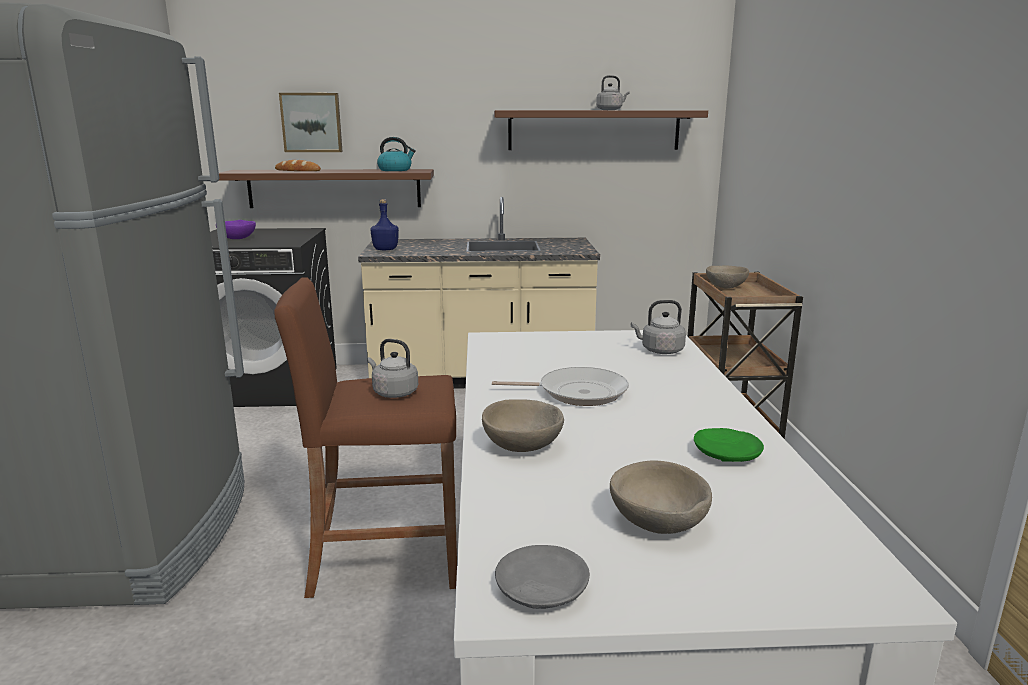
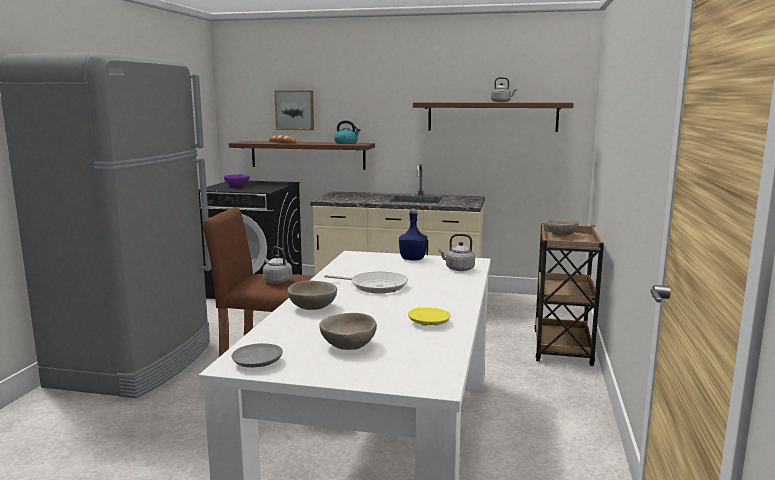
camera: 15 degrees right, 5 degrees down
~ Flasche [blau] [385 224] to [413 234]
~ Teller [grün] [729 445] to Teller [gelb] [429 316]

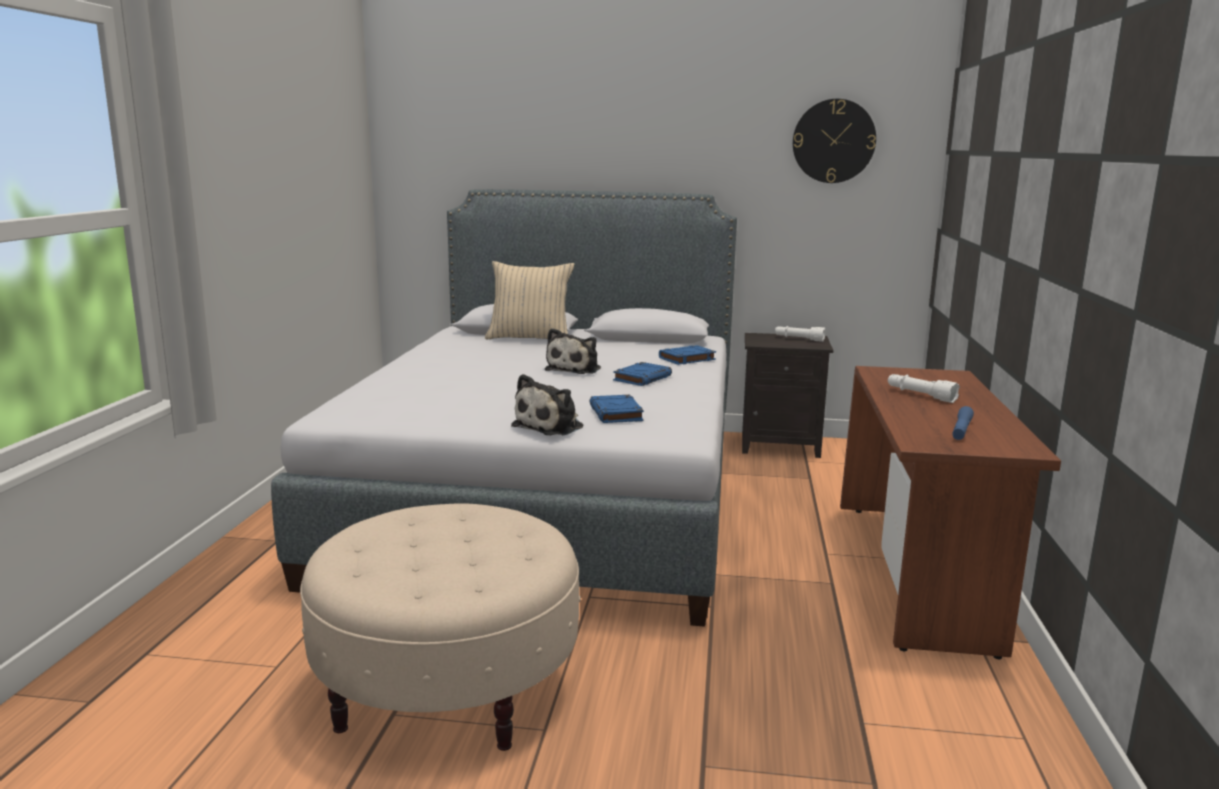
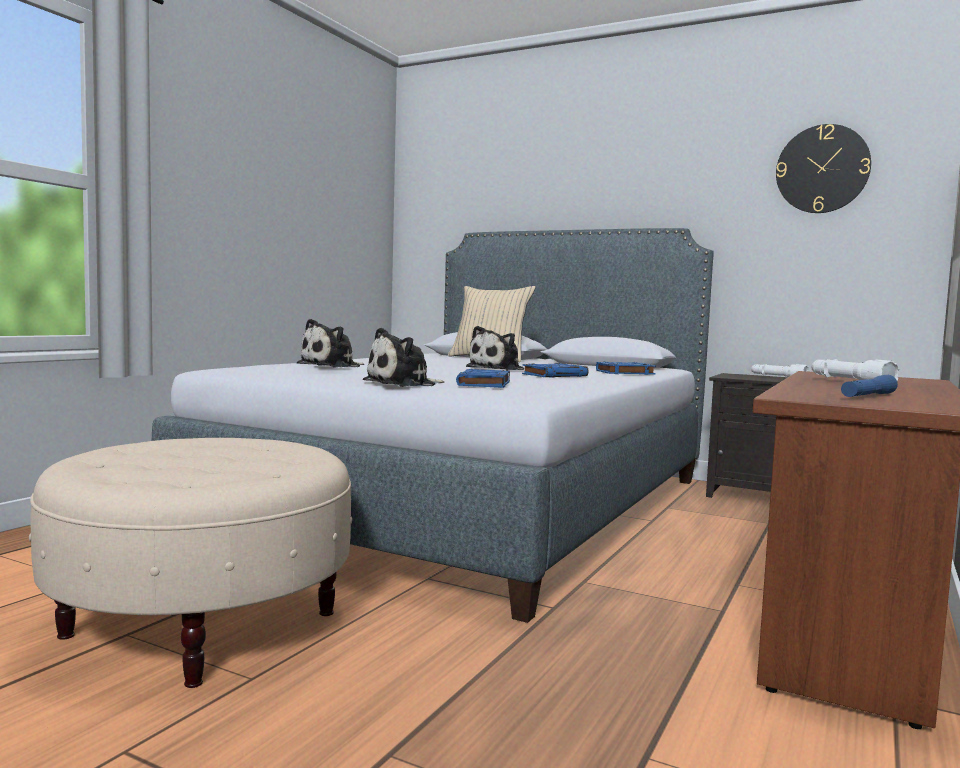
camera: 20 degrees right, 10 degrees down
+ Plüschtier [330 343]

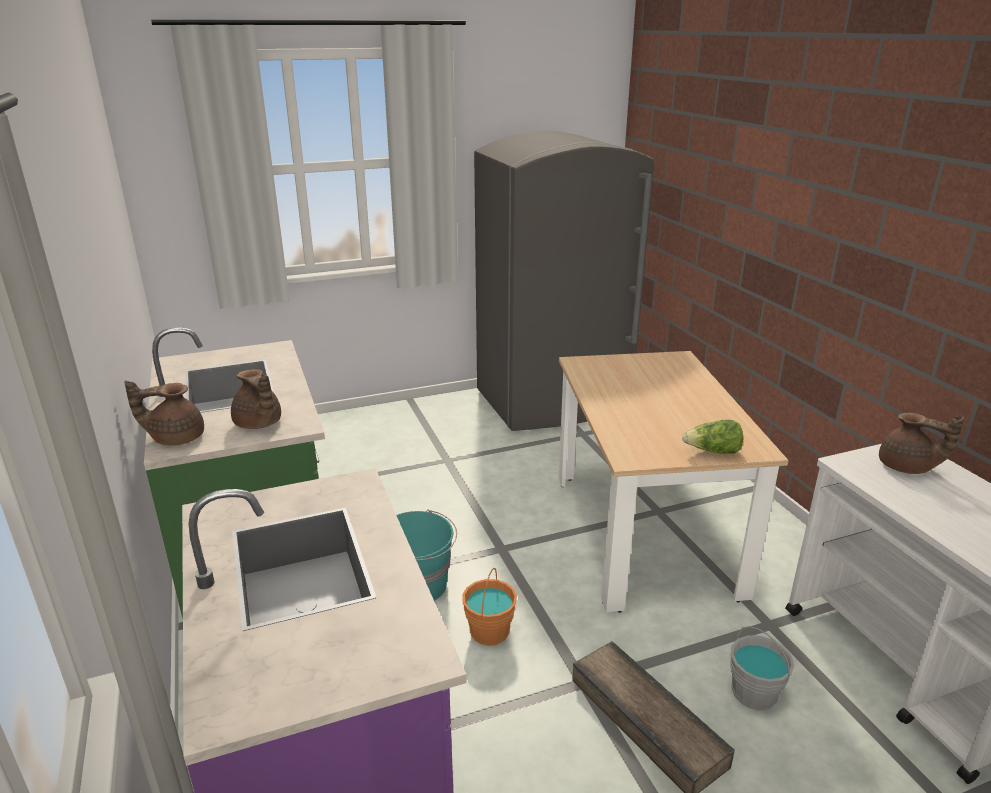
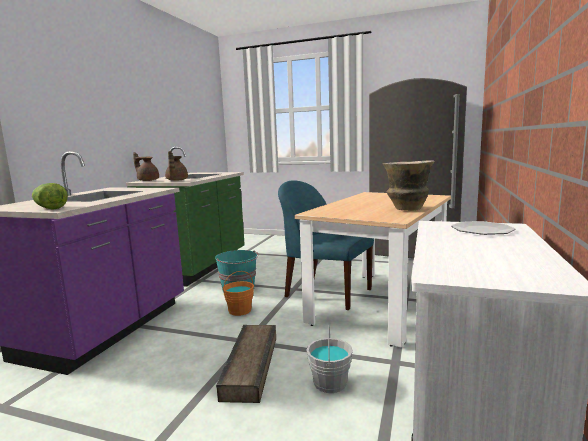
camera: 40 degrees right, 15 degrees down
~ Salatkopf [712 437] to [50 196]
~ Teekanne [braun] [921 443] to Teller [483 228]
+ Stuhl [blau] [326 245]
+ Vase [409 185]

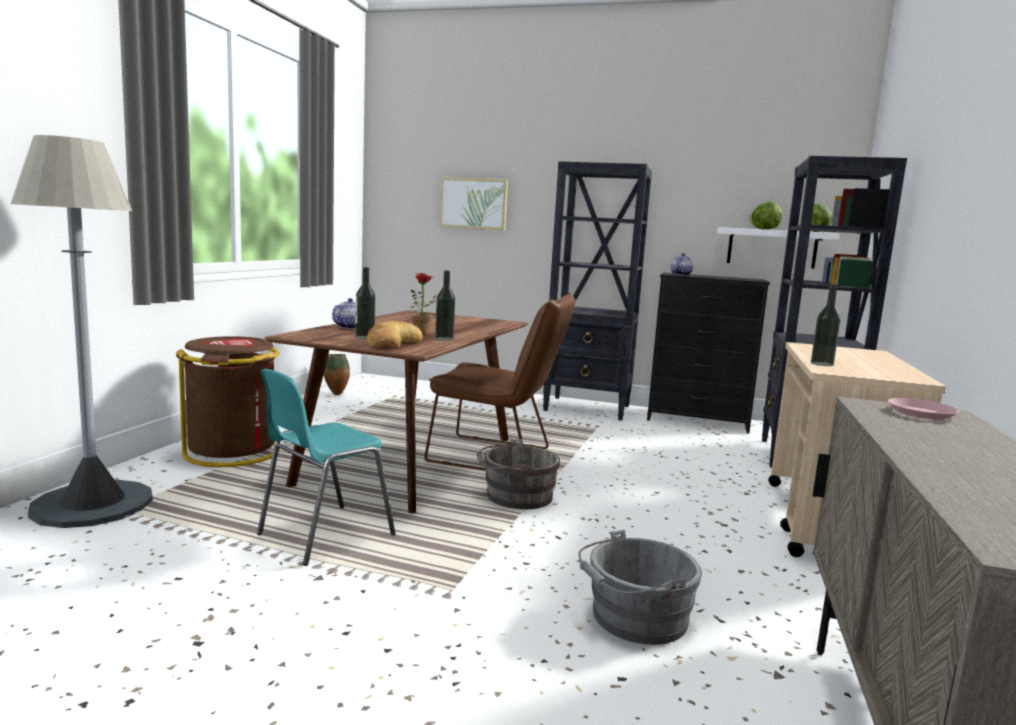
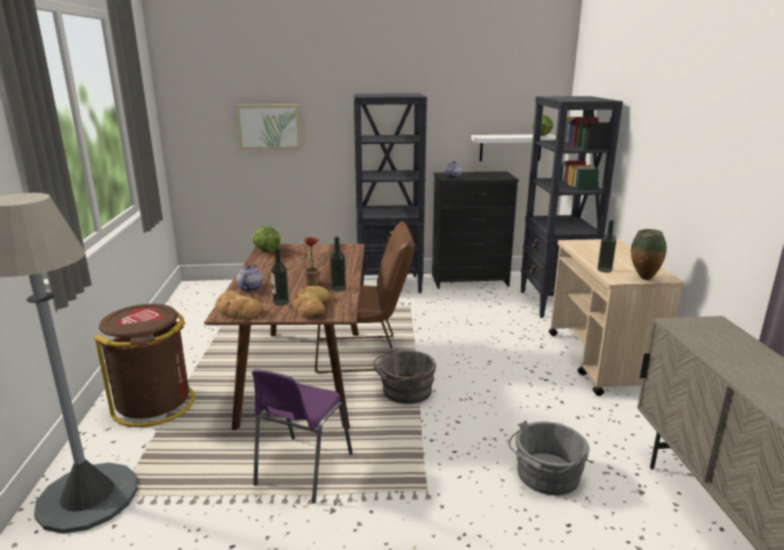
camera: 20 degrees left, 10 degrees up
~ Stuhl [türkis] [326 467] to Stuhl [lila] [302 436]
~ Vase [337 374] to [649 254]
~ Salatkopf [766 216] to [266 239]
- Teller [rosa] [923 409]
+ Brot [239 304]

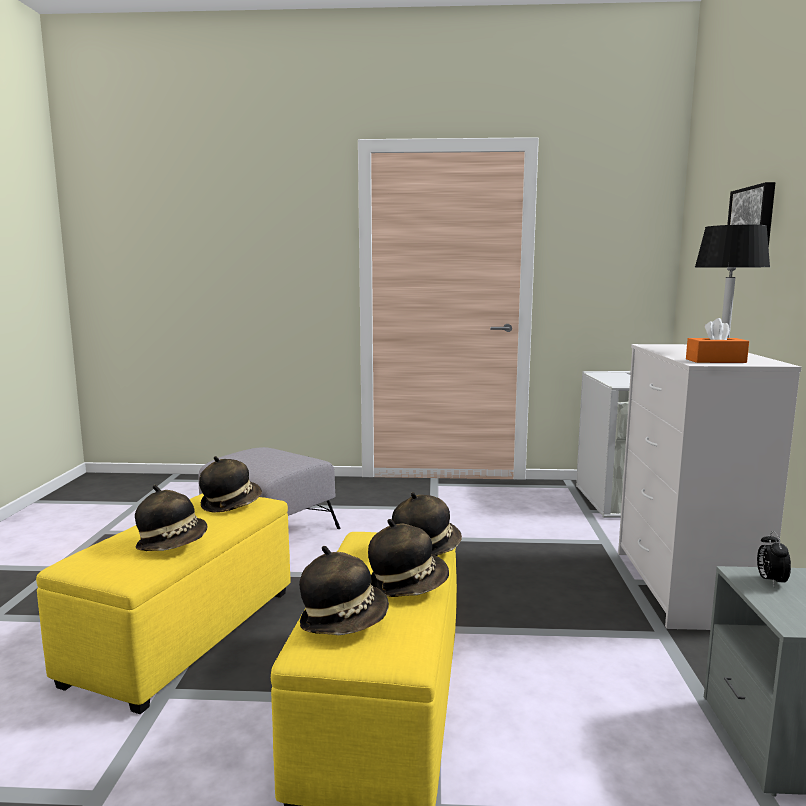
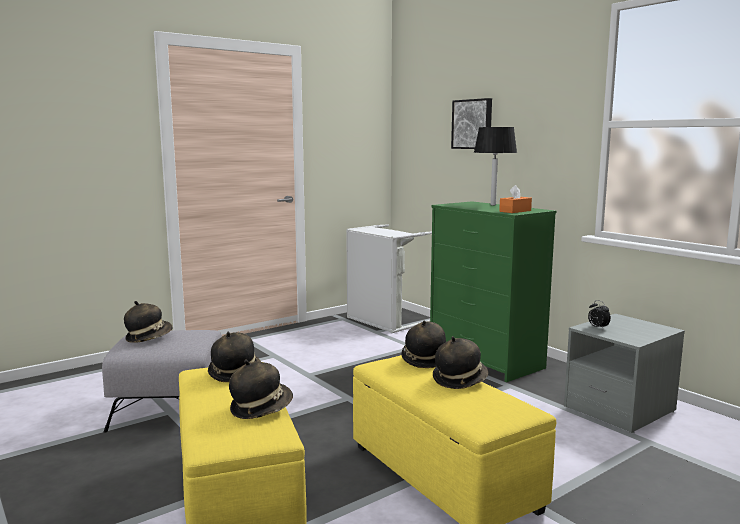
camera: 40 degrees left, 0 degrees up
~ Hut [344 590] to [148 322]
~ Kommode [weiß] [710 487] to Kommode [grün] [493 291]

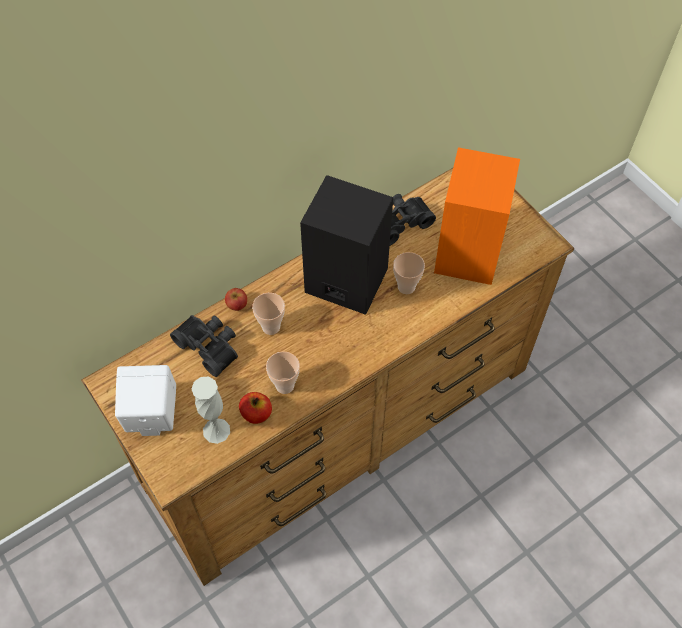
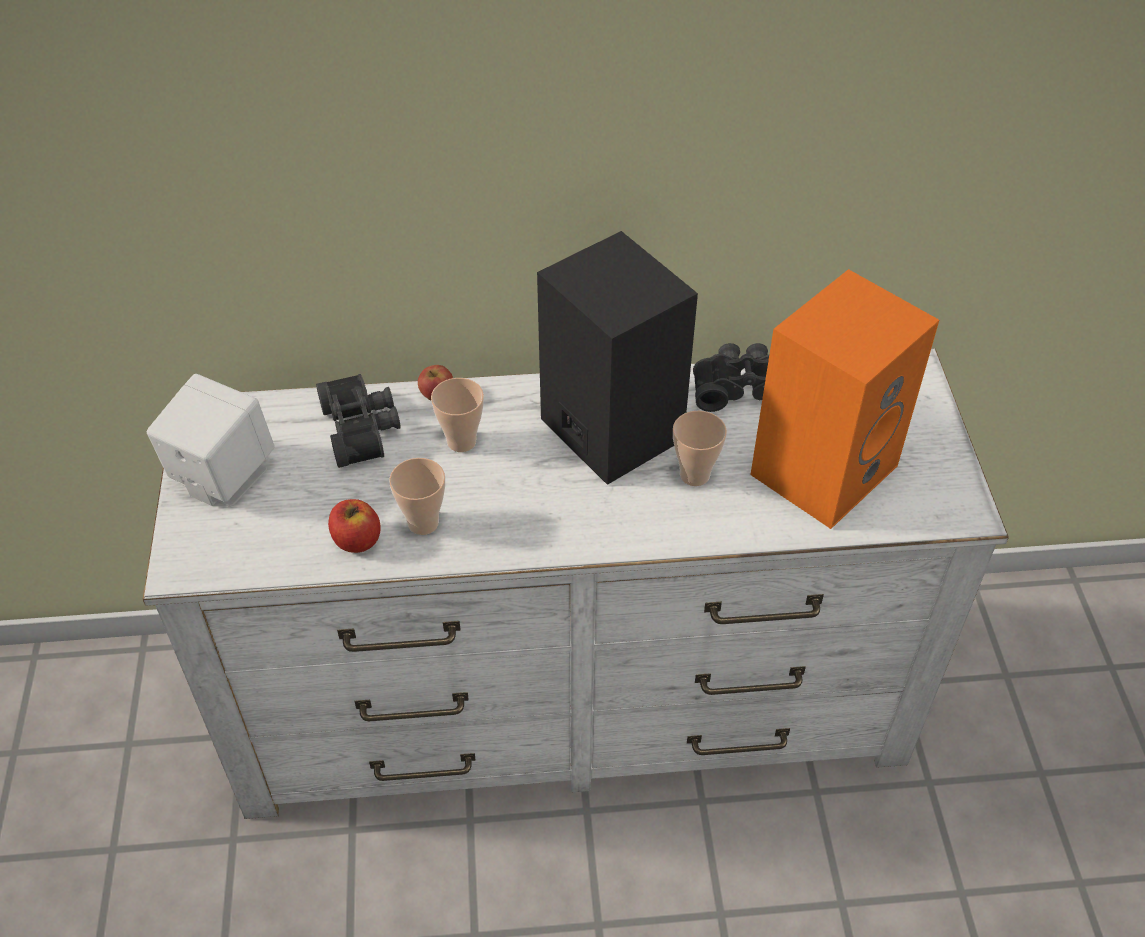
camera: 30 degrees right, 10 degrees down
~ Kommode [braun] [327 377] to Kommode [weiß] [576 583]
- Vase [weiß] [210 410]

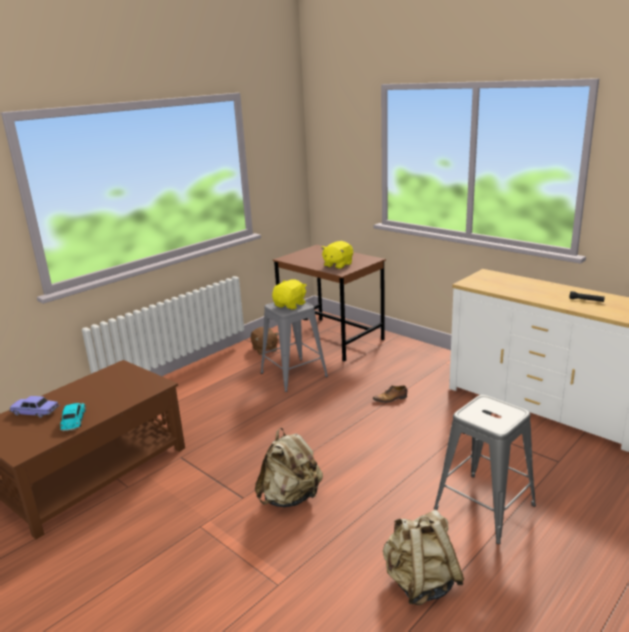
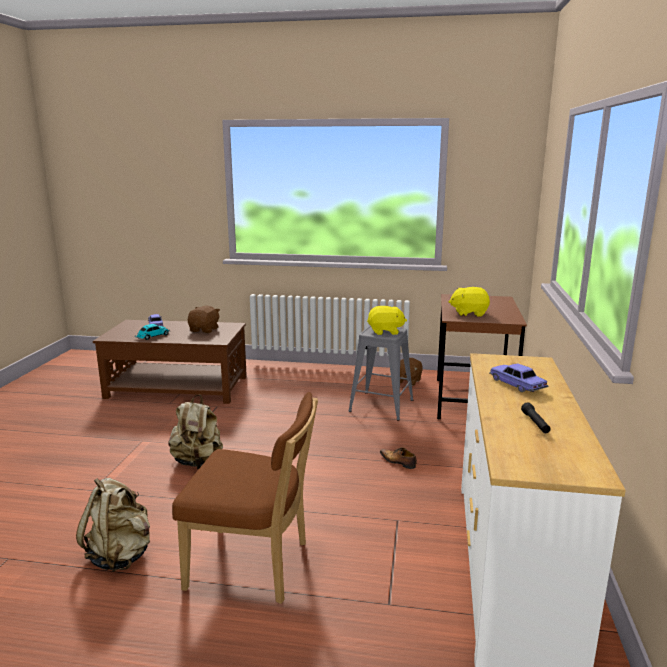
camera: 55 degrees right, 5 degrees down
~ Hocker [grau] [485 469] to Stuhl [braun] [245 498]
+ Plüschtier [braun] [204 319]
+ Spielzeugauto [519 378]

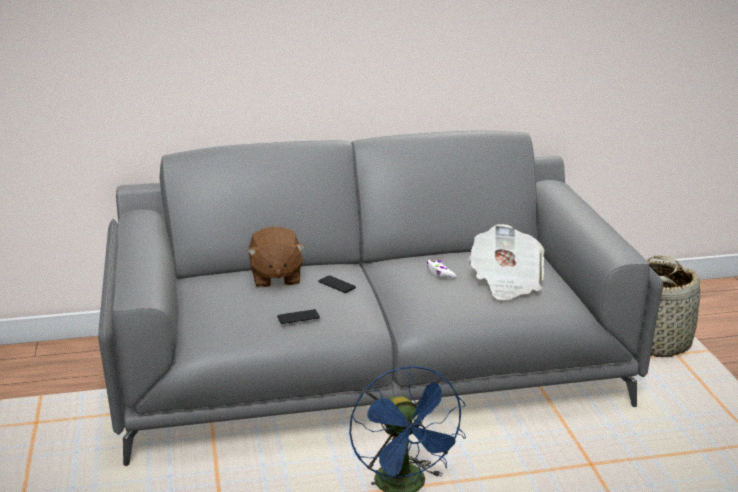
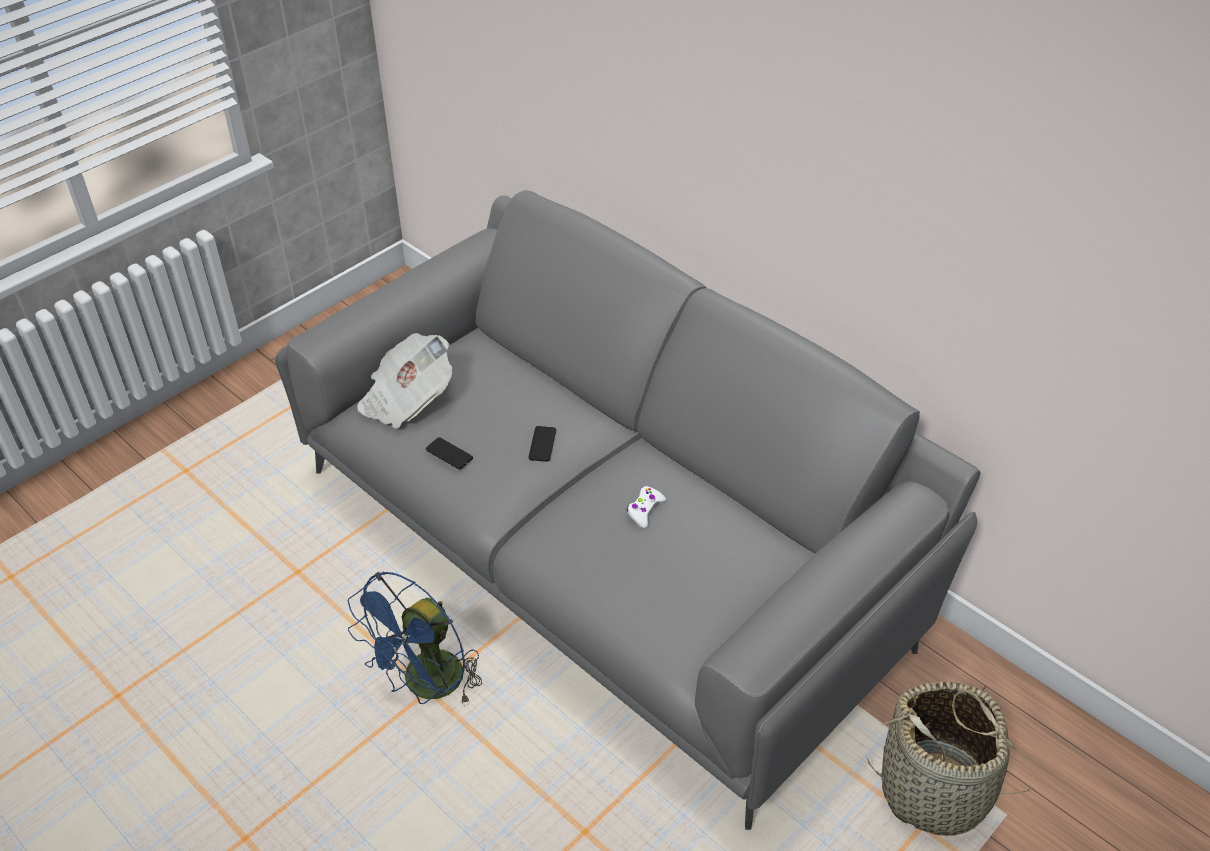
camera: 55 degrees right, 20 degrees up
- Plüschtier [braun] [276 256]
~ Zeitung [506 262] to [404 381]

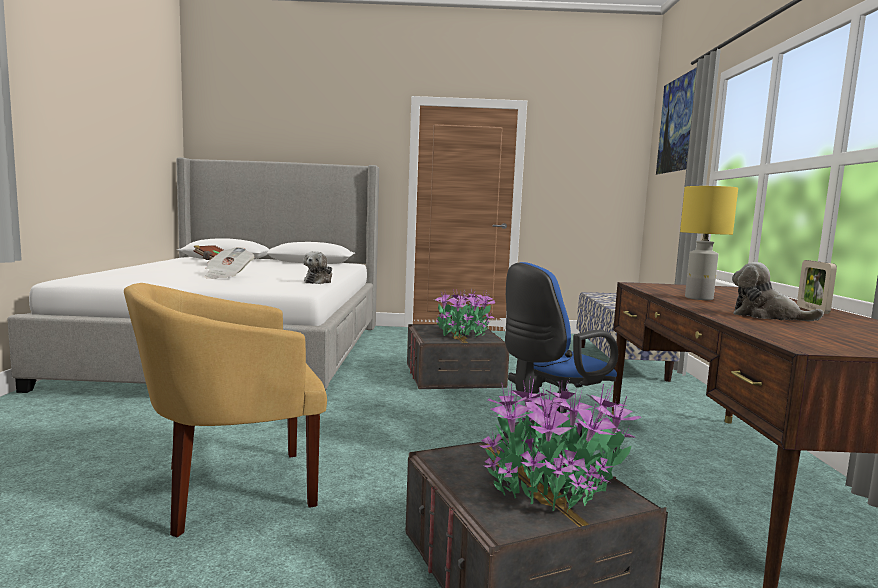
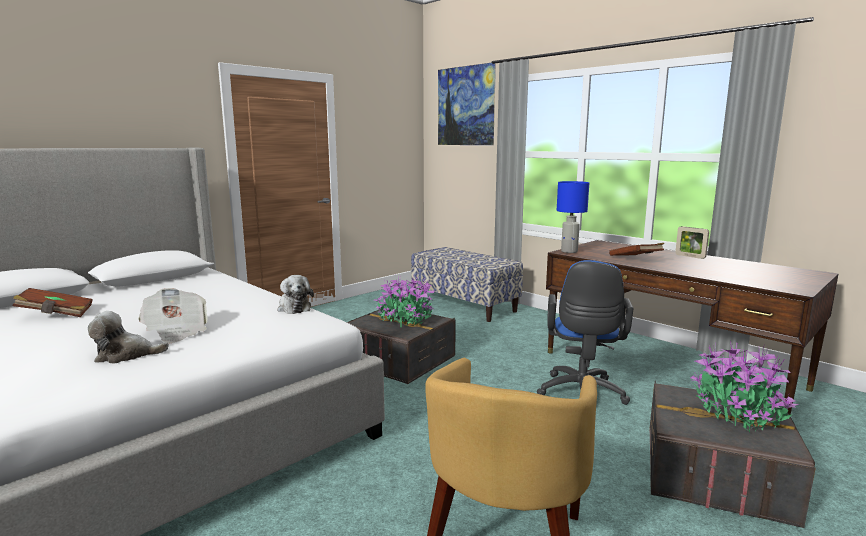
camera: 45 degrees left, 5 degrees up
~ Tischlampe [gelb] [709 243] to Buch [braun] [636 249]
~ Plüschtier [778 291] to [128 337]
+ Tischlampe [blau] [573 217]

